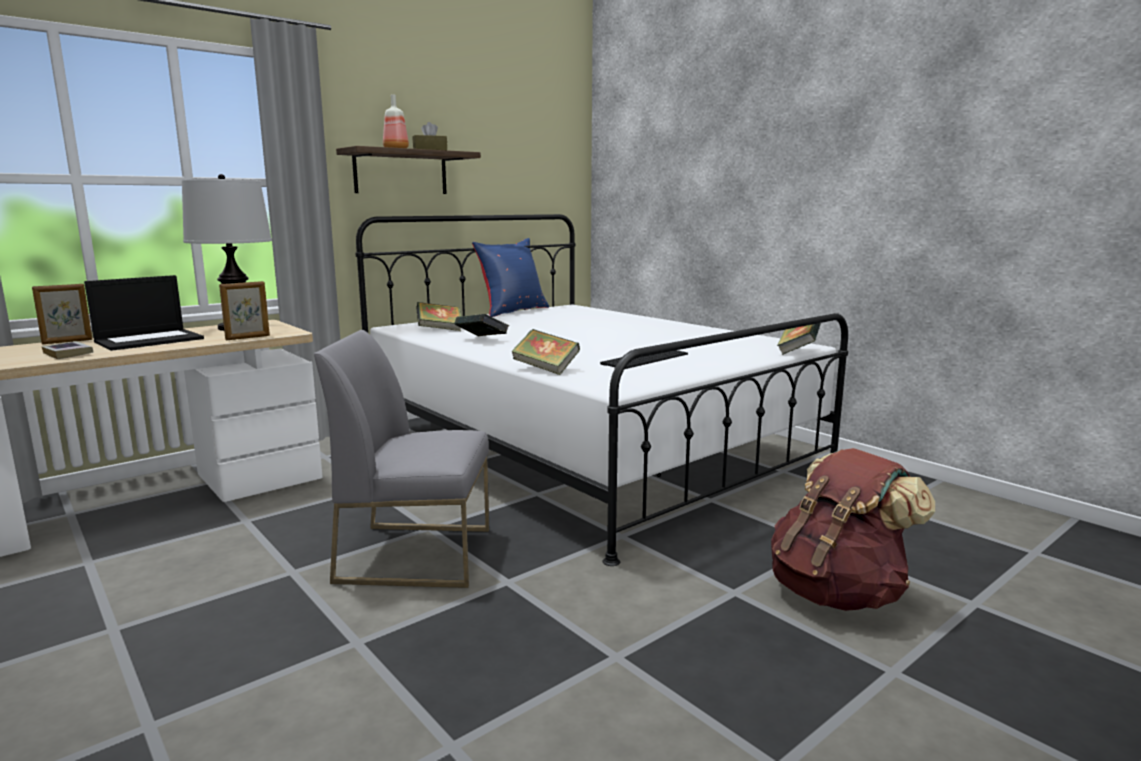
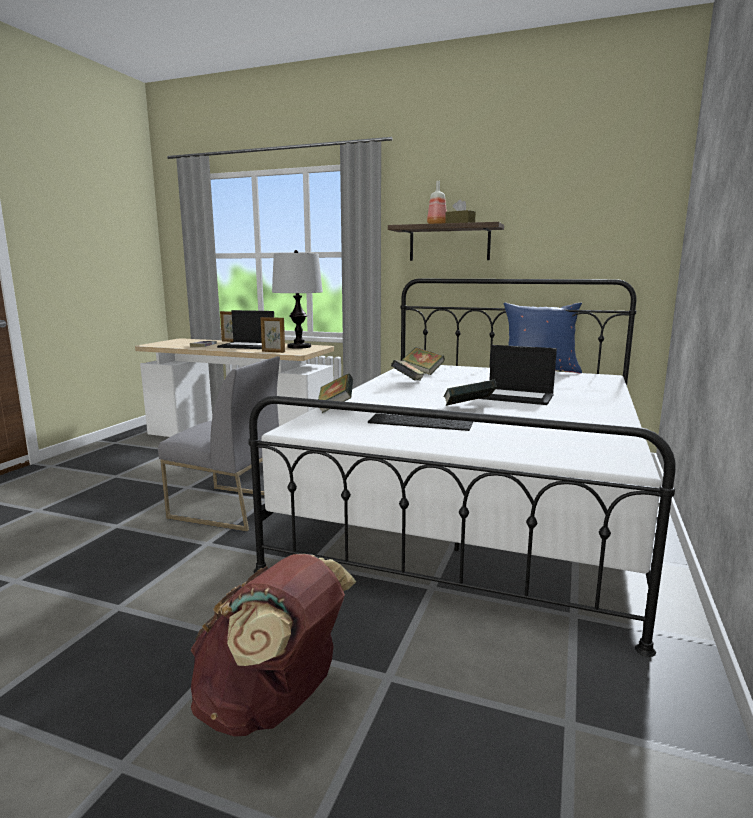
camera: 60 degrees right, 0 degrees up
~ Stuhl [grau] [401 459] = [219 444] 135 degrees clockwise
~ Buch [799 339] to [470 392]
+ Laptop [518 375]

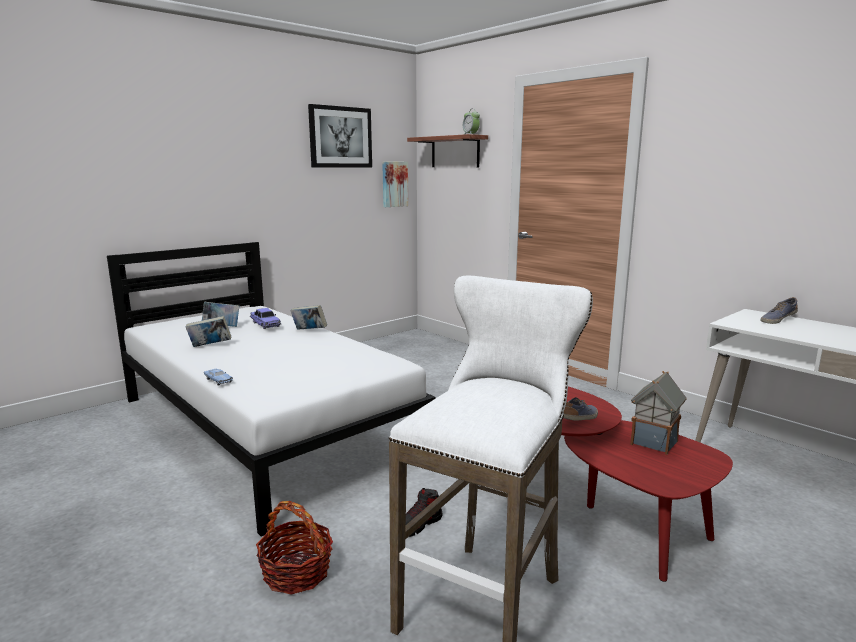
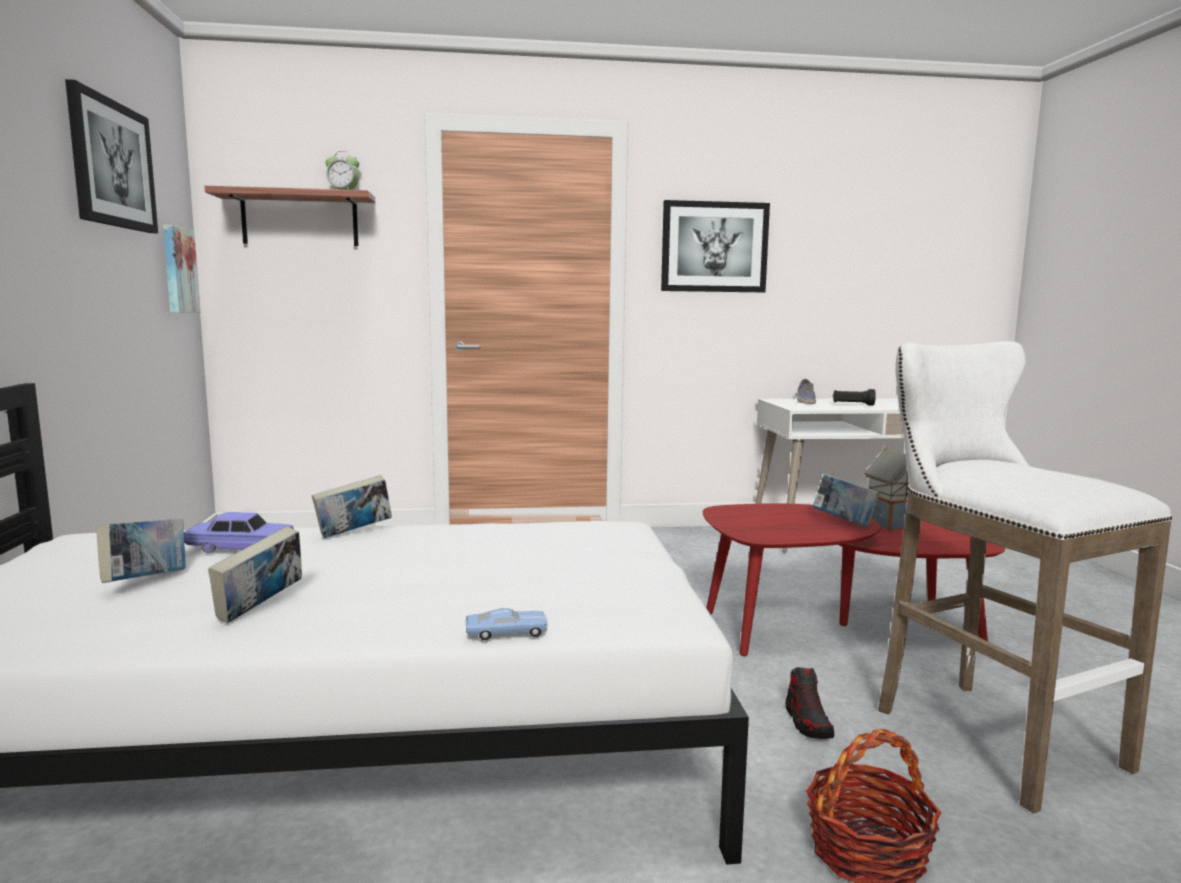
camera: 55 degrees left, 5 degrees down
~ Schuh [580 409] to Buch [846 500]
+ Bild [715 246]
+ Taschenlampe [schwarz] [854 397]

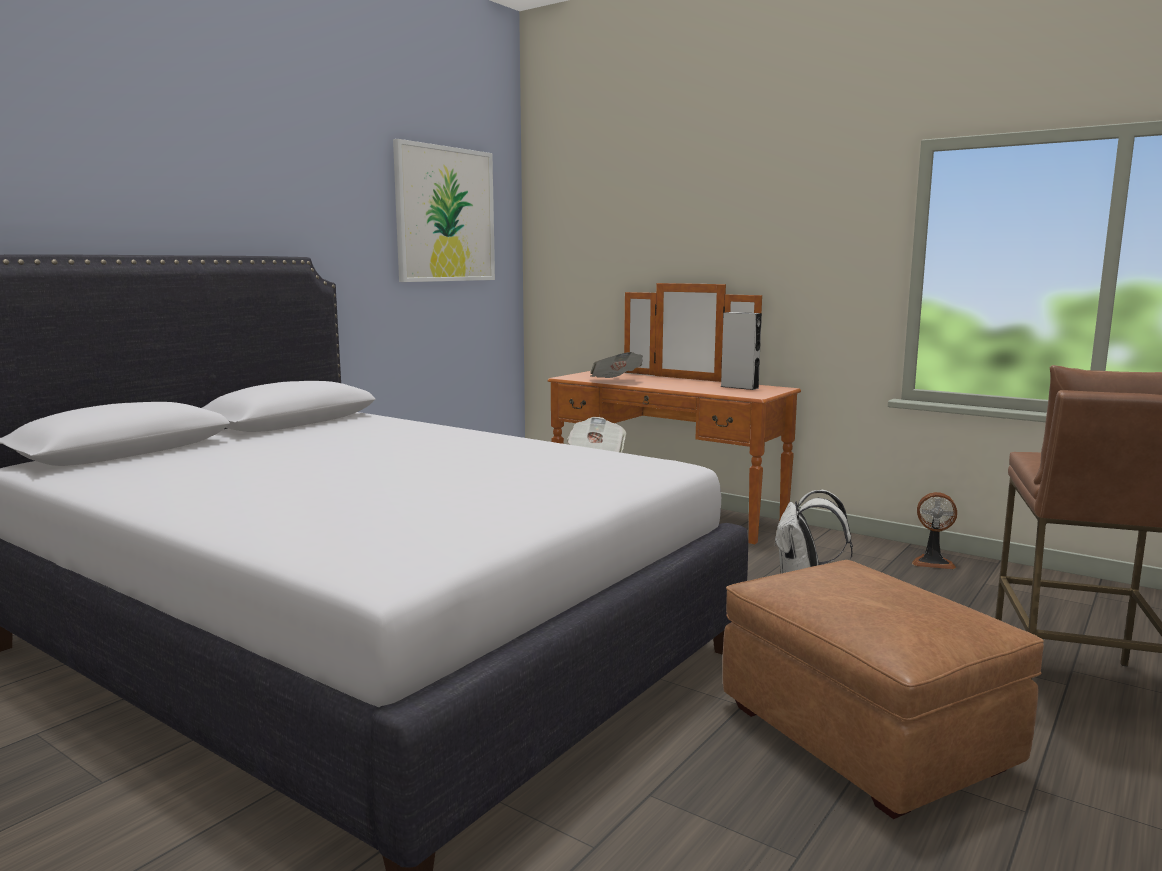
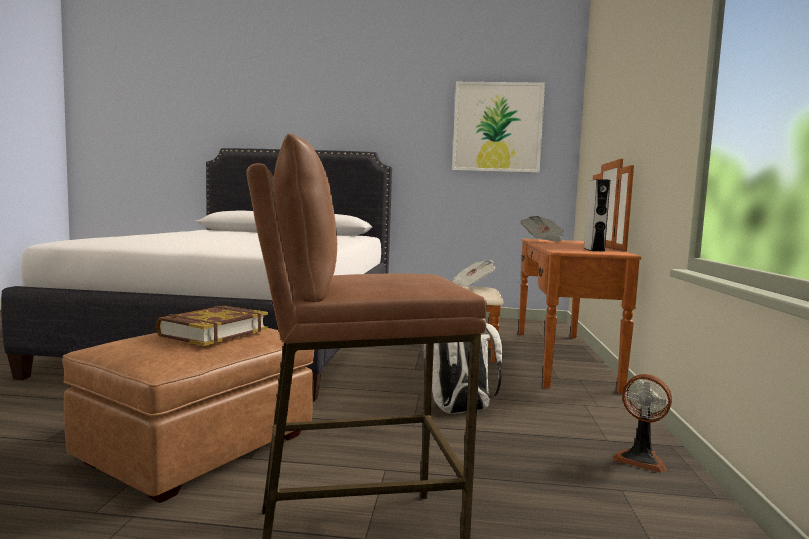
camera: 60 degrees right, 5 degrees down
~ Ventilator [934 530] = [642 423] 45 degrees counterclockwise
+ Buch [212 325]

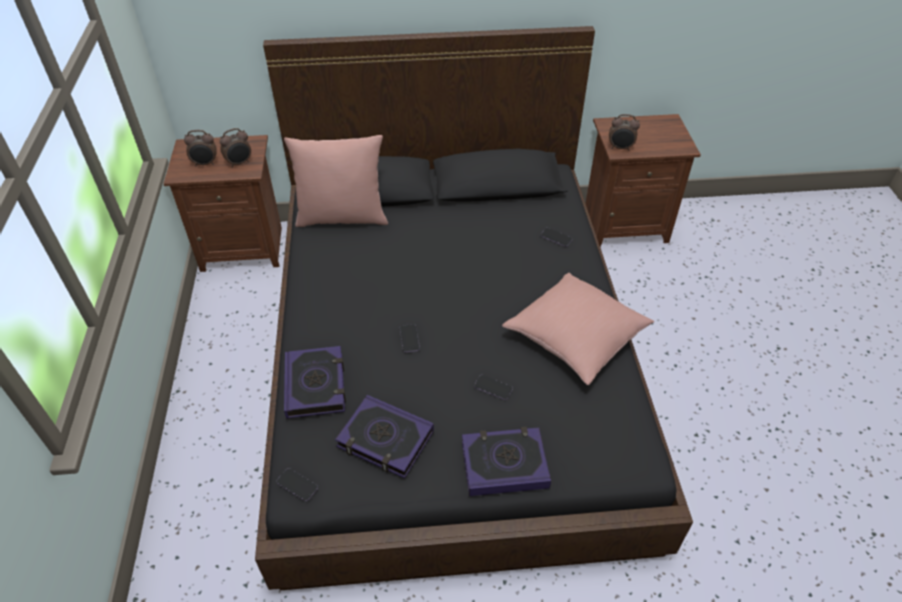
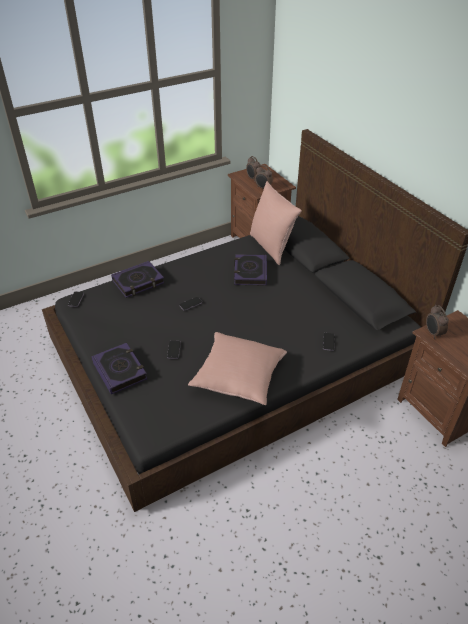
camera: 65 degrees right, 5 degrees down
~ Buch [384 436] to [250 270]

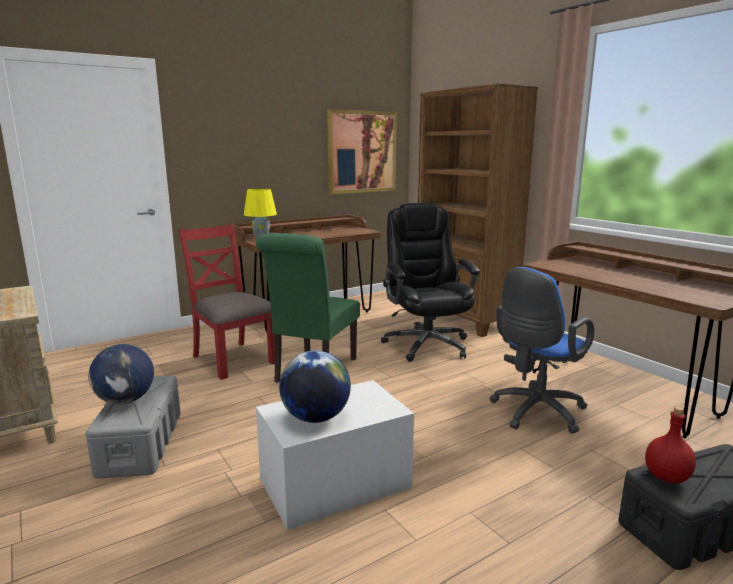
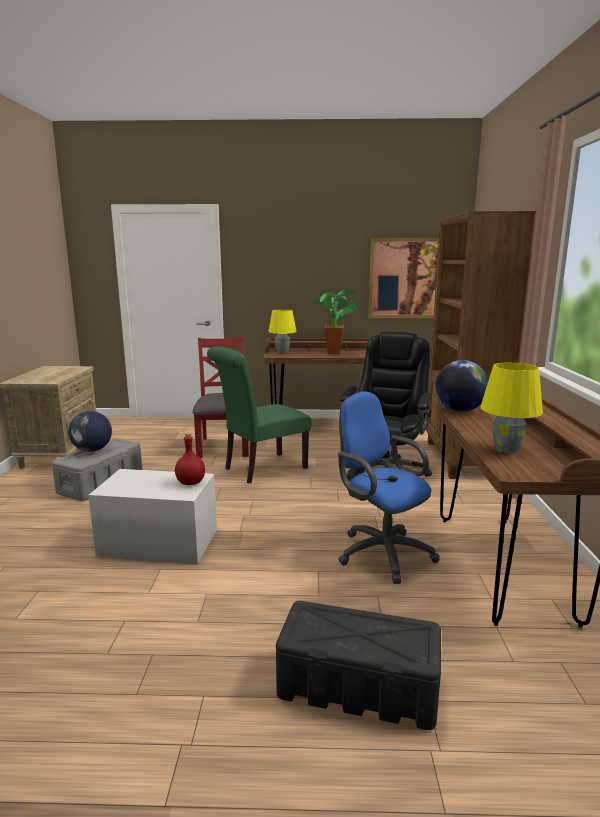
camera: 35 degrees right, 0 degrees up
~ Globus [315 386] to [462 386]
~ Bürostuhl [blau] [542 350] = [389 487] 60 degrees clockwise
~ Flasche [rot] [670 445] to [190 459]
+ Topfpflanze [334 321]
+ Tischlampe [gelb] [511 408]

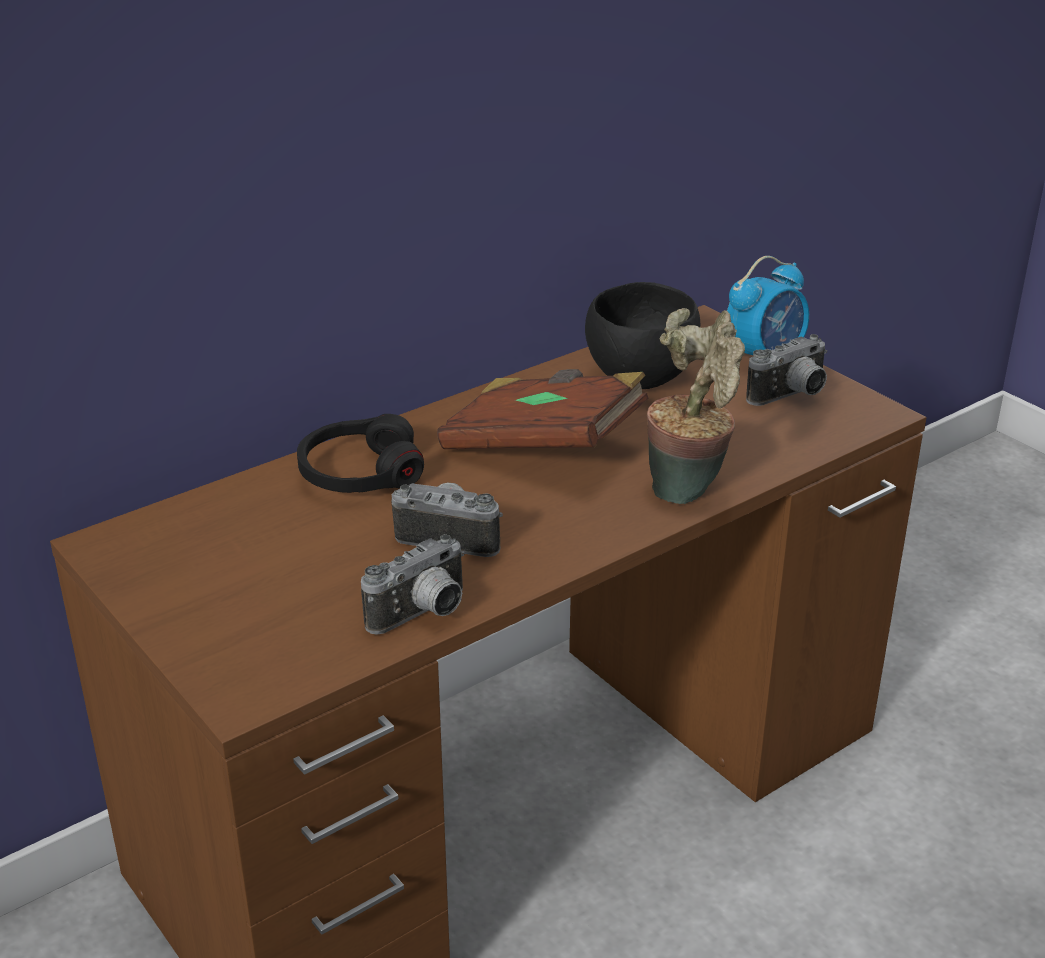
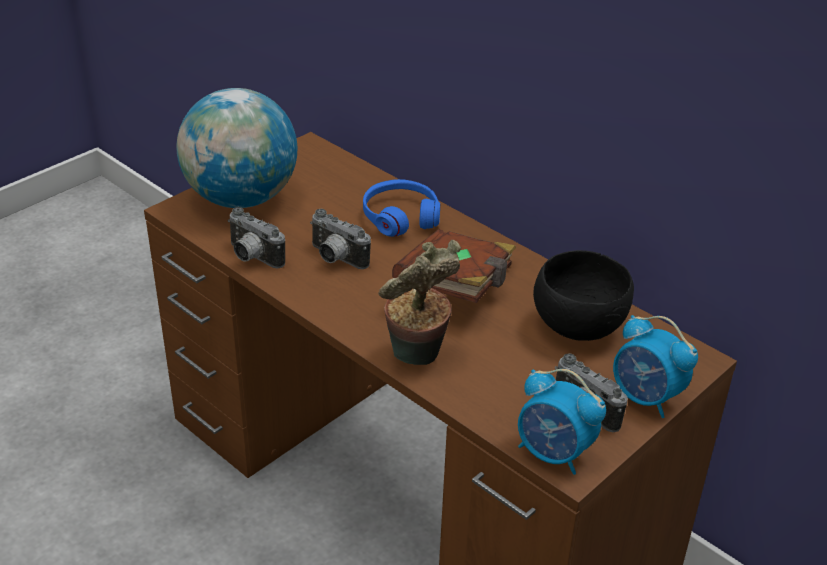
camera: 80 degrees right, 5 degrees up
~ Kopfhörer [schwarz] [360 453] to Kopfhörer [blau] [401 208]
~ Kamera [447 520] = [340 239] 120 degrees clockwise
+ Globus [236 148]
+ Wecker [562 422]

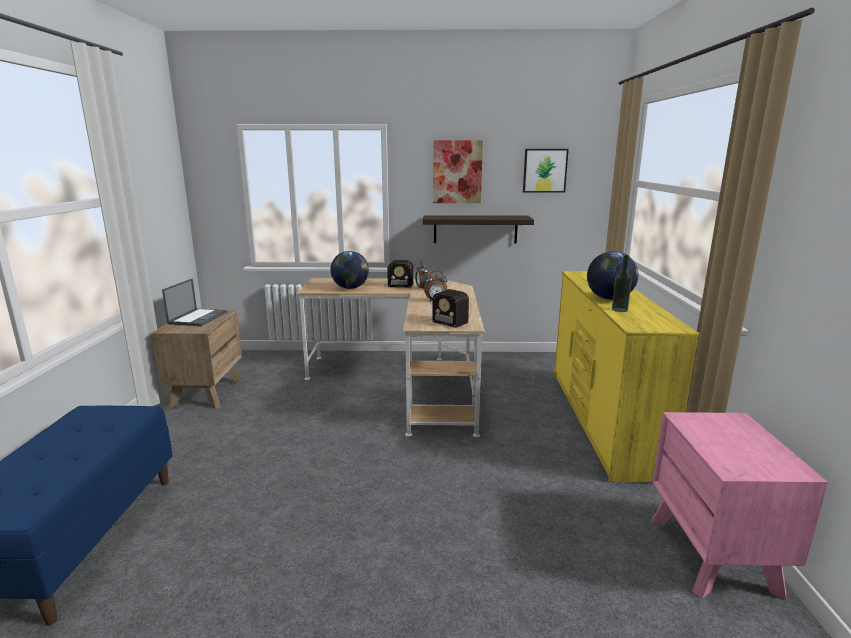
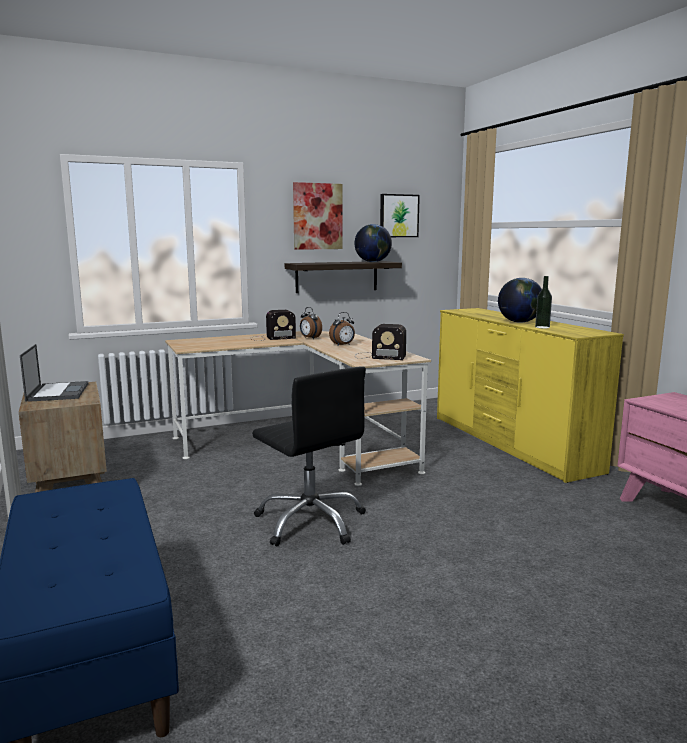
camera: 25 degrees left, 5 degrees down
~ Globus [349 270] to [373 243]
+ Bürostuhl [schwarz] [309 456]

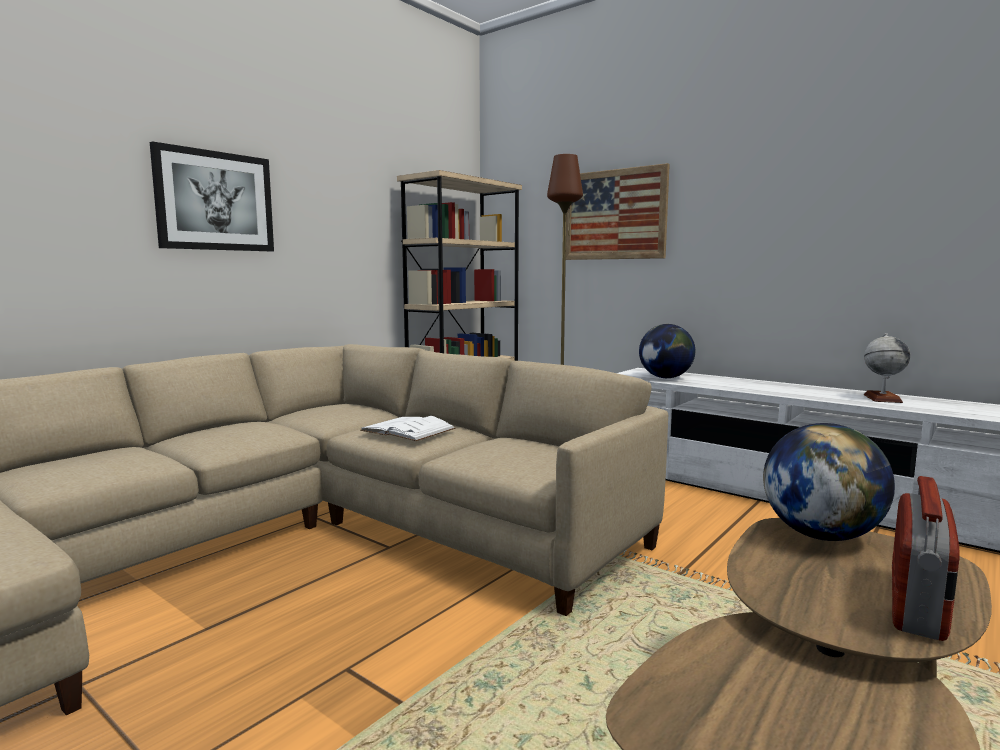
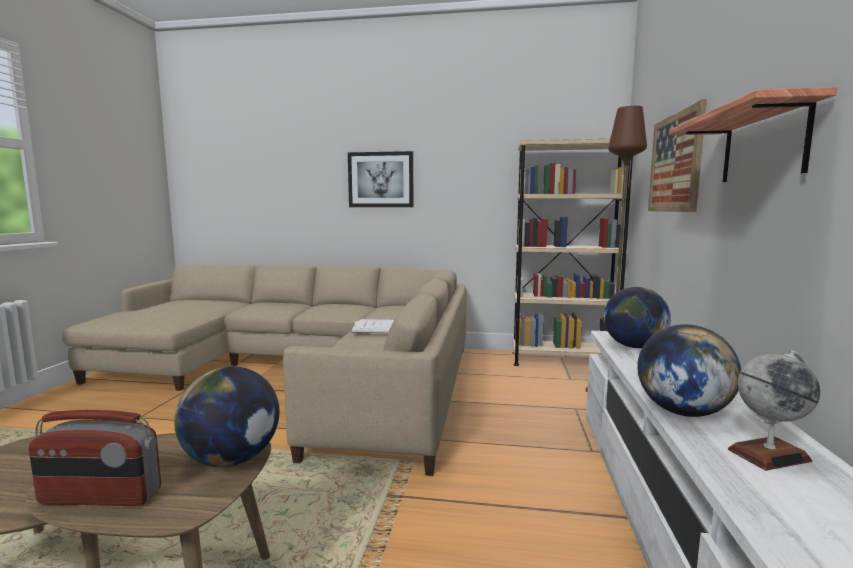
camera: 60 degrees right, 0 degrees up
+ Globus [689 370]
+ Wandregal [753 134]

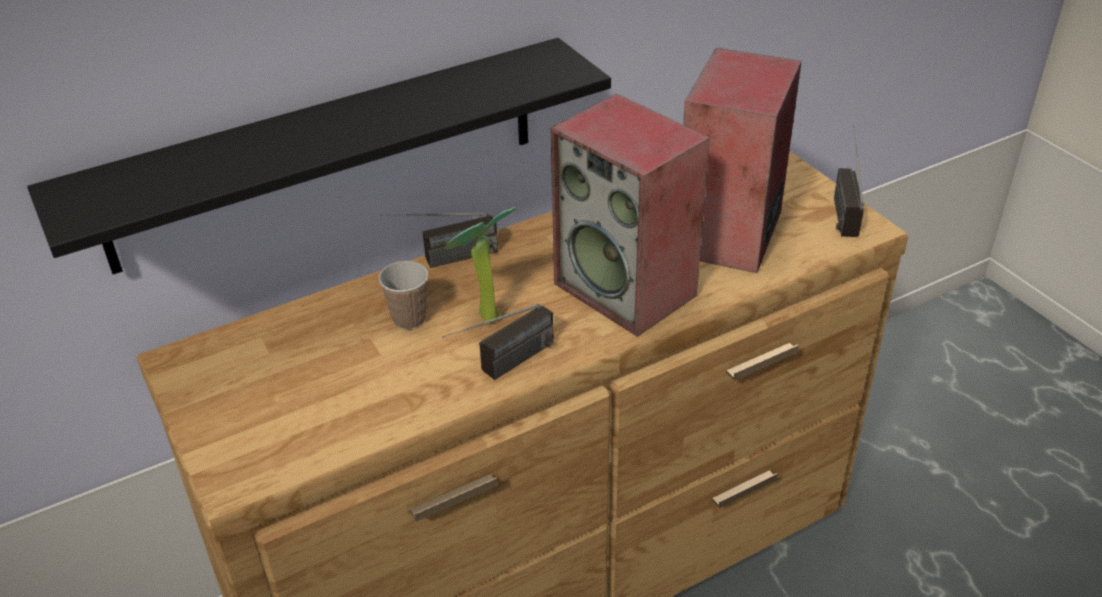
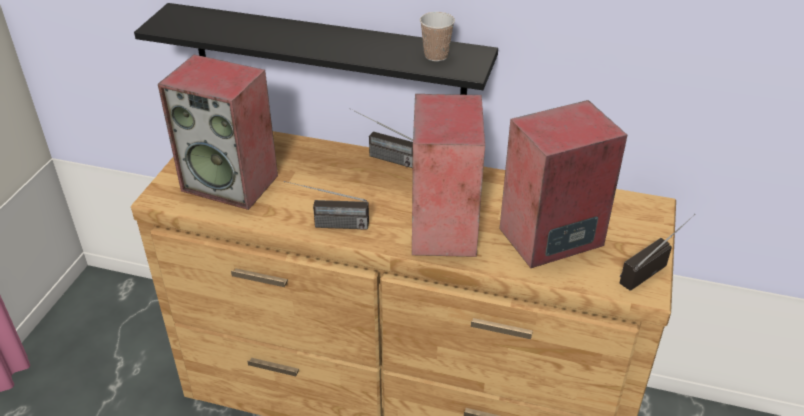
camera: 45 degrees right, 0 degrees up
~ Tasse [403 295] to [437 36]
- Topfpflanze [480 266]
+ Lautsprecher [218 132]

